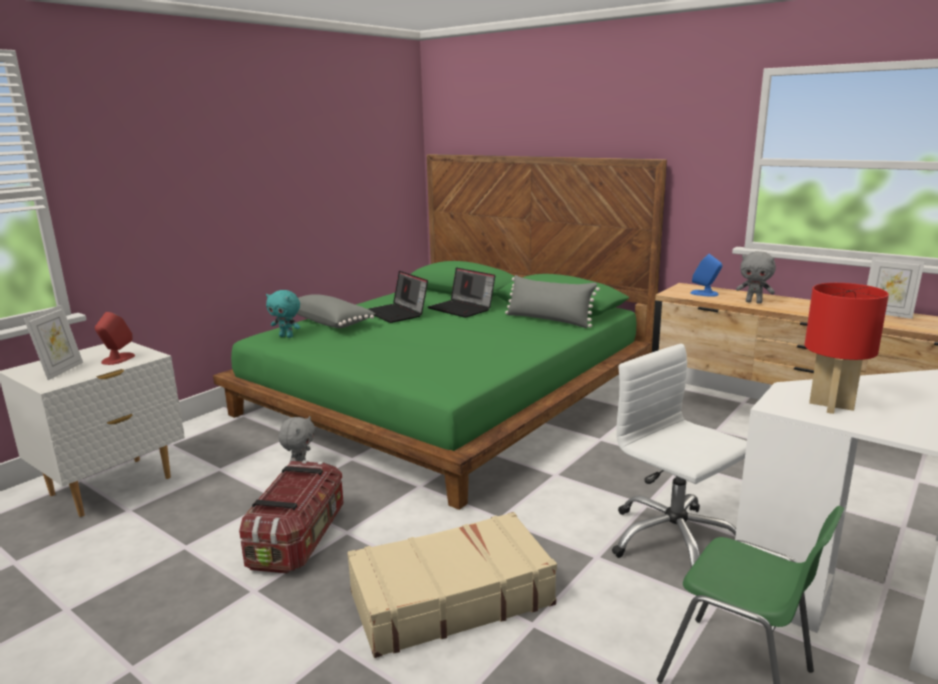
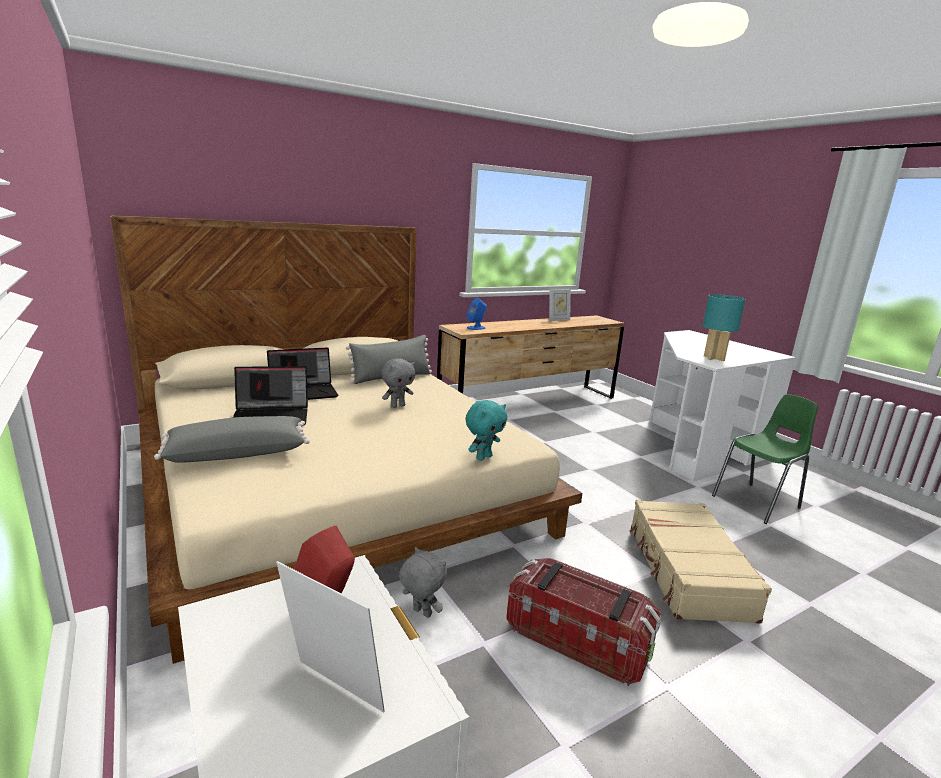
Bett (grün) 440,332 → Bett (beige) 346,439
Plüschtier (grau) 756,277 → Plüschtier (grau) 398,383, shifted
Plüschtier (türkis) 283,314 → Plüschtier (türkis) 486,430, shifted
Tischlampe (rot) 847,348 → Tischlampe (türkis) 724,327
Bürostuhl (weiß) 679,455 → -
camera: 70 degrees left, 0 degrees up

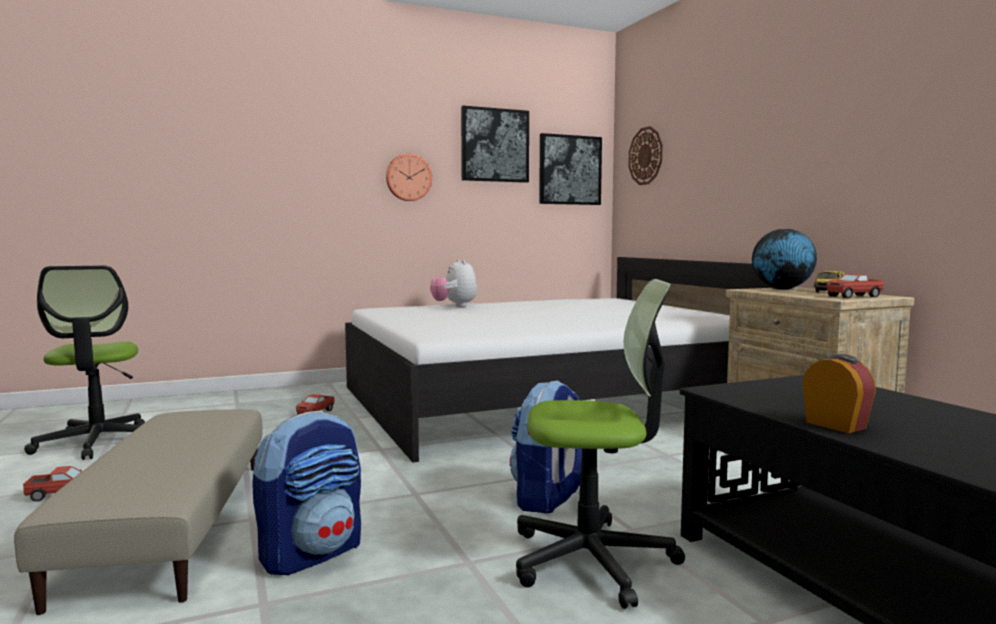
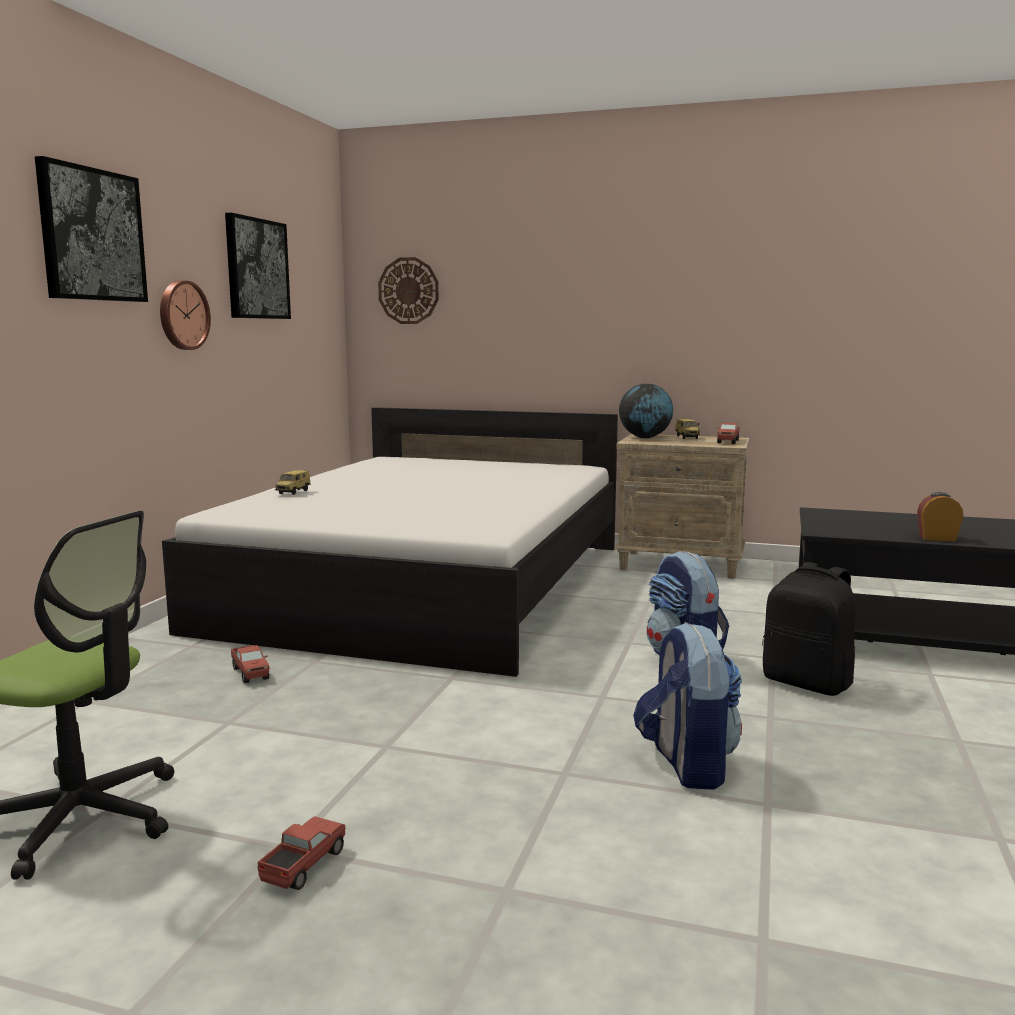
Bild 570,169 → Bild 91,229, shifted
Plüschtier 453,283 → Spielzeugauto 292,482
Bürostuhl 600,444 → Rucksack (schwarz) 808,629
Polsterhocker (beige) 138,512 → -
camera: 50 degrees left, 5 degrees up

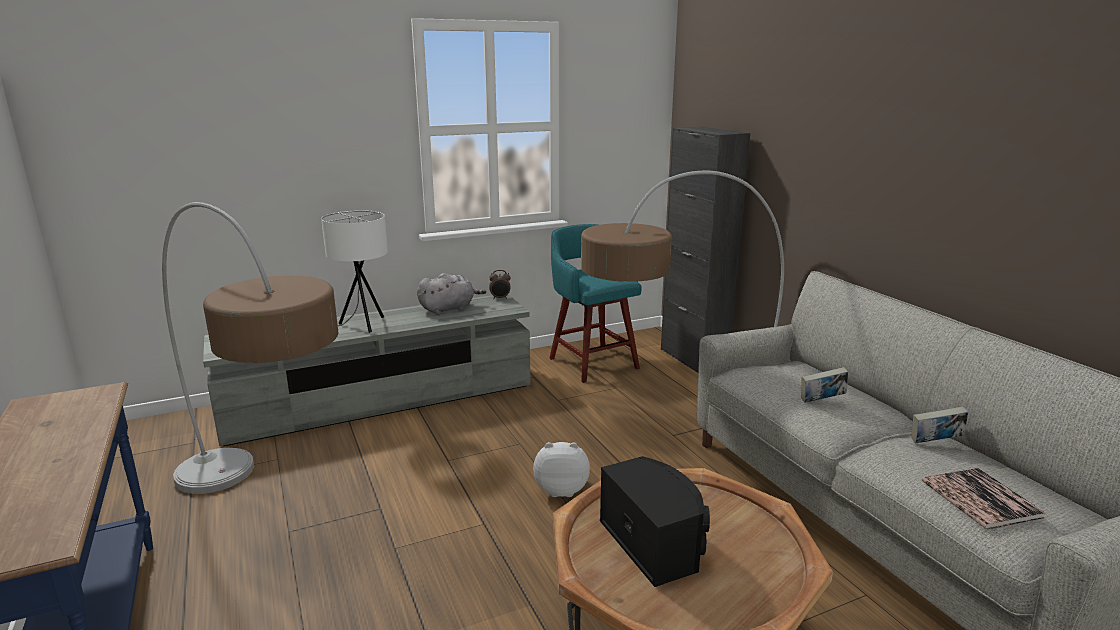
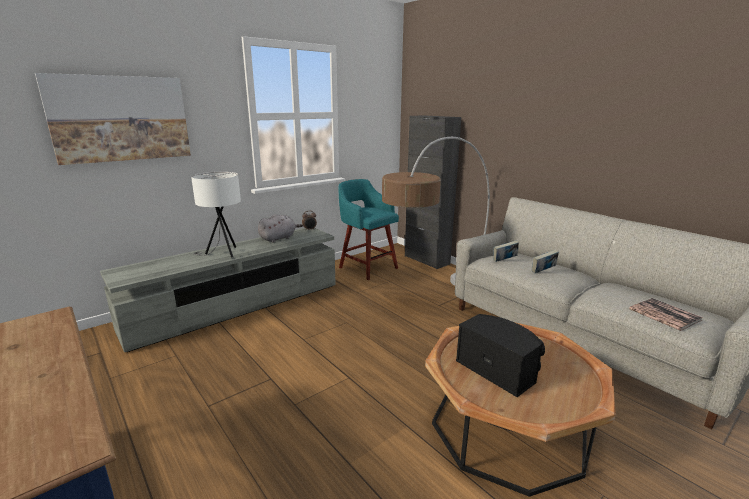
- → Bild 113,119
Buch 939,425 → Buch 506,251, shifted
Stehlampe 250,348 → -
Plüschtier 561,469 → -
camera: 15 degrees left, 0 degrees up

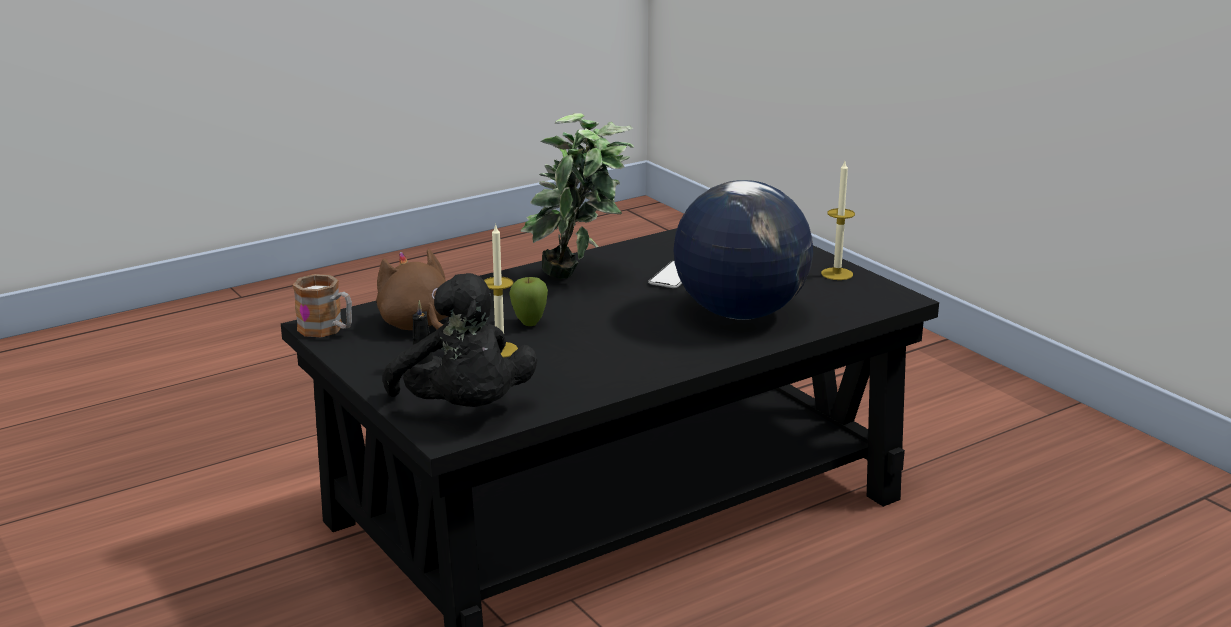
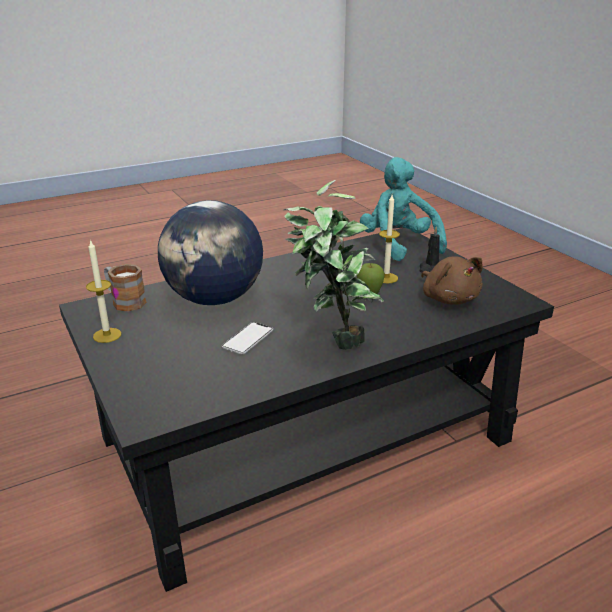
Henkelbecher 322,305 → Henkelbecher 125,288, shifted
Plüschtier (schwarz) 459,340 → Plüschtier (türkis) 403,209
camera: 175 degrees left, 5 degrees up

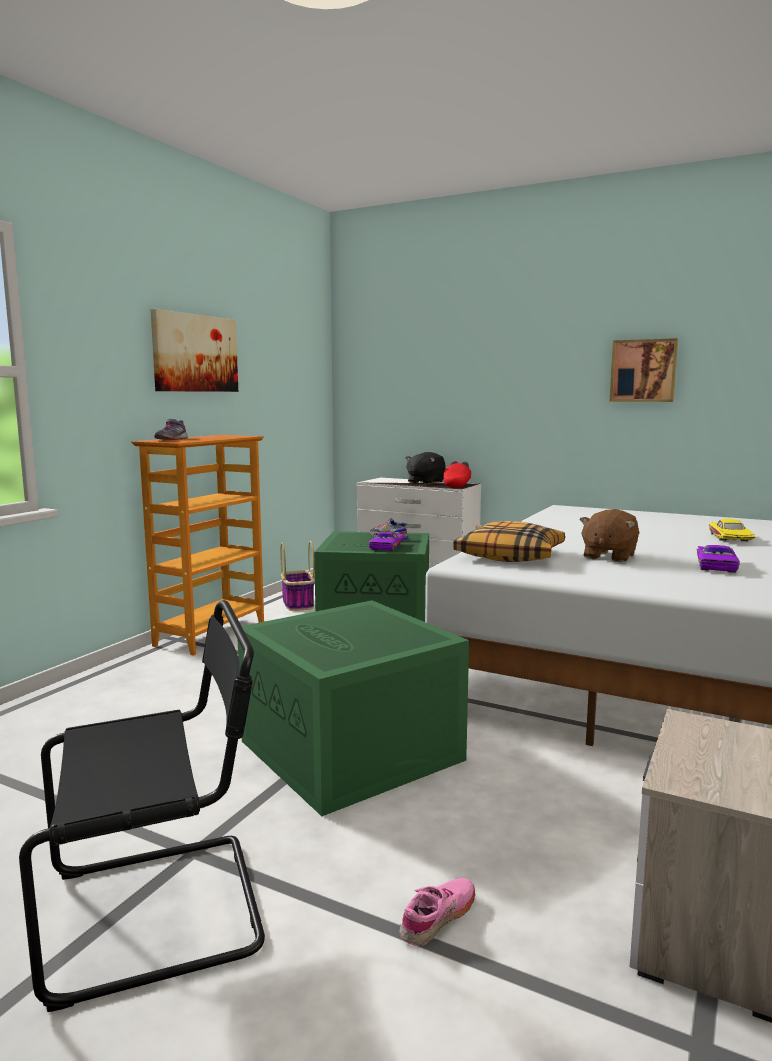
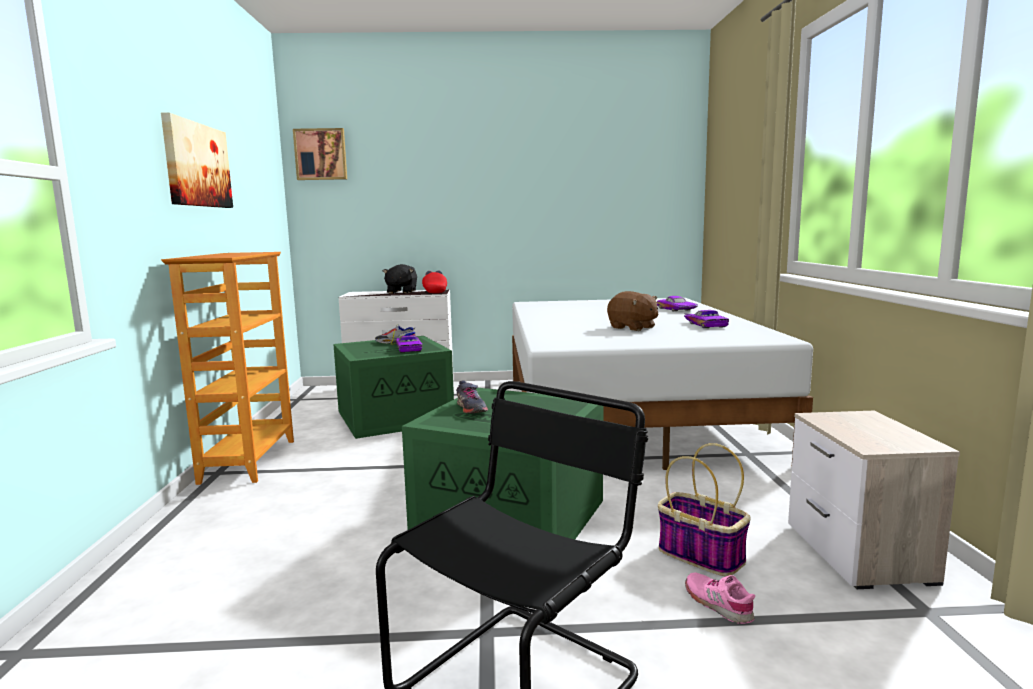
Bild 643,370 → Bild 320,154, shifted
Schuh (grau) 171,429 → Schuh (grau) 472,396, shifted
Plüschtier (braun) 609,535 → Plüschtier (braun) 632,311, 45 degrees counterclockwise
Spielzeugauto (gelb) 732,530 → Spielzeugauto (lila) 677,303
Korb 297,576 → Korb 704,509, shifted
Schuh (rosa) 437,912 → Schuh (rosa) 720,598, 45 degrees counterclockwise
Kissen 509,541 → -
camera: 30 degrees left, 0 degrees up

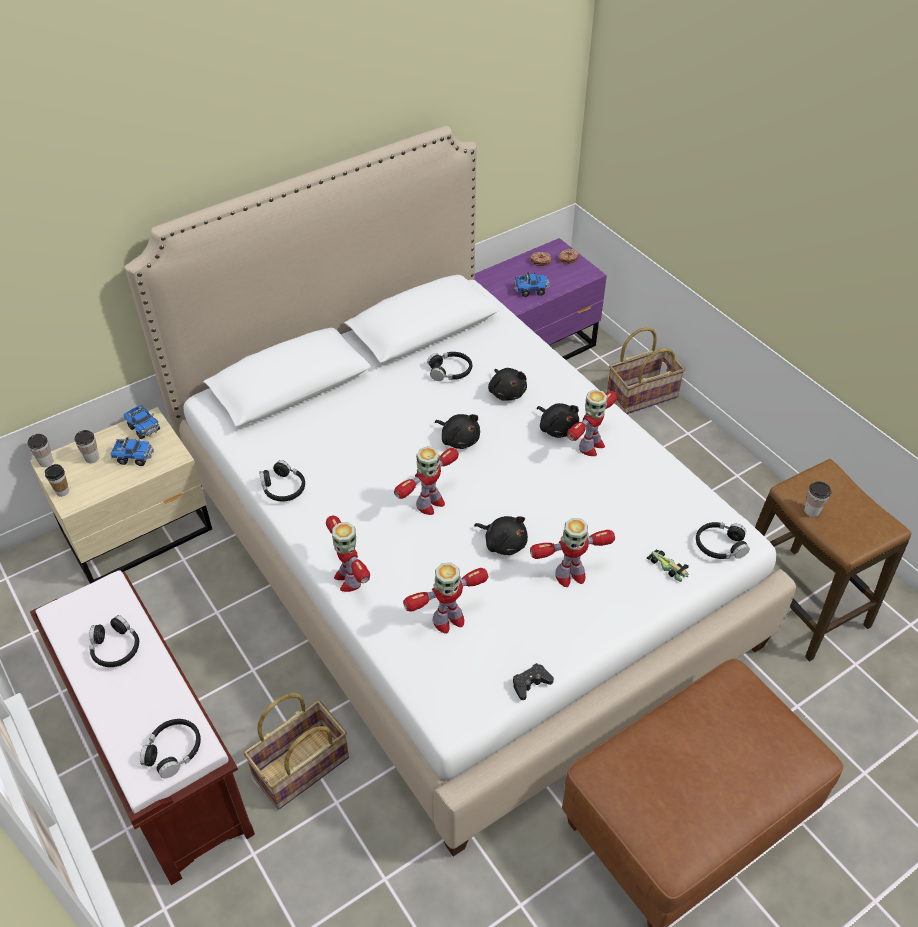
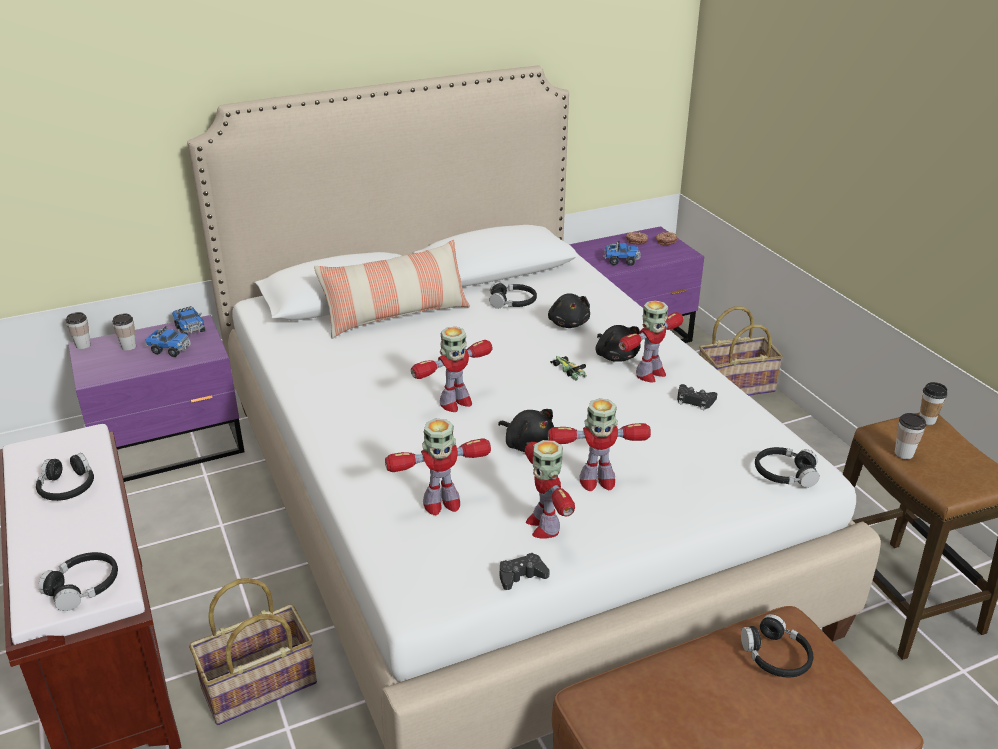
Nachttisch (beige) 121,495 → Nachttisch (lila) 156,398
- → Kissen 392,289
Spielzeugroboter 348,553 → Spielzeugroboter 550,489, shifted
Spielzeugauto 668,566 → Spielzeugauto 568,368, shifted
- → Gamepad (schwarz) 697,397
Kopfhörer (schwarz) 282,481 → Kopfhörer (schwarz) 777,645, shifted
Tasse 57,480 → Tasse 933,403, shifted
Plüschtier (schwarz) 457,431 → -
camera: 10 degrees right, 15 degrees down

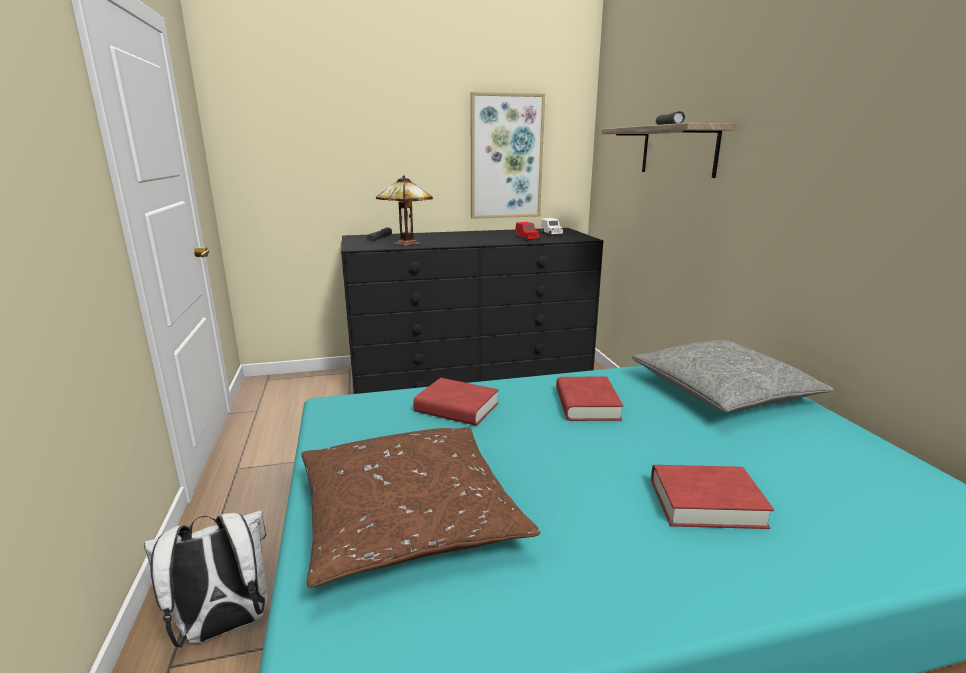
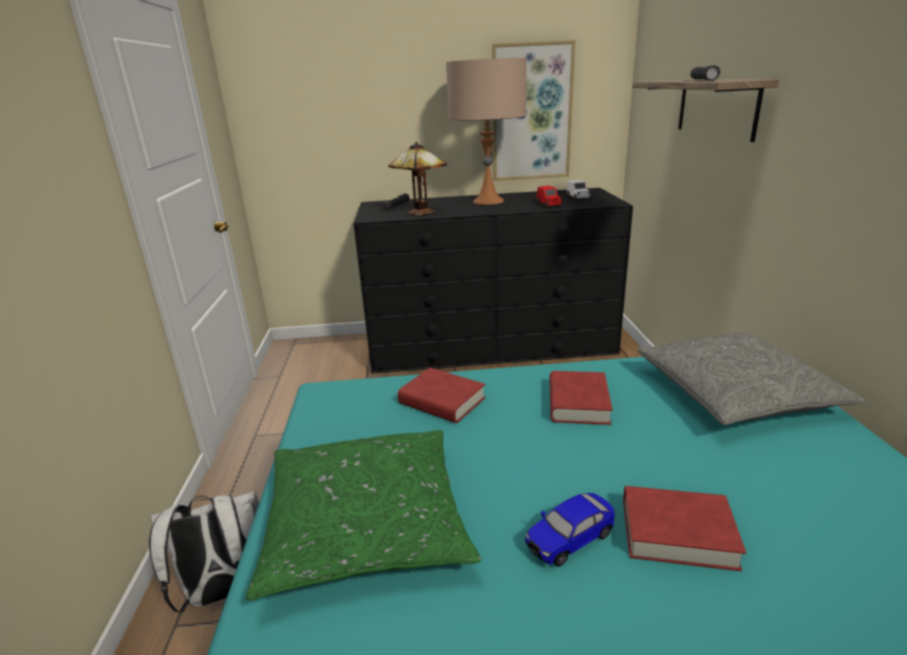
Kissen (braun) 421,507 → Kissen (grün) 363,515
- → Tischlampe (beige) 486,131
- → Spielzeugauto 570,530
camera: 10 degrees right, 5 degrees up

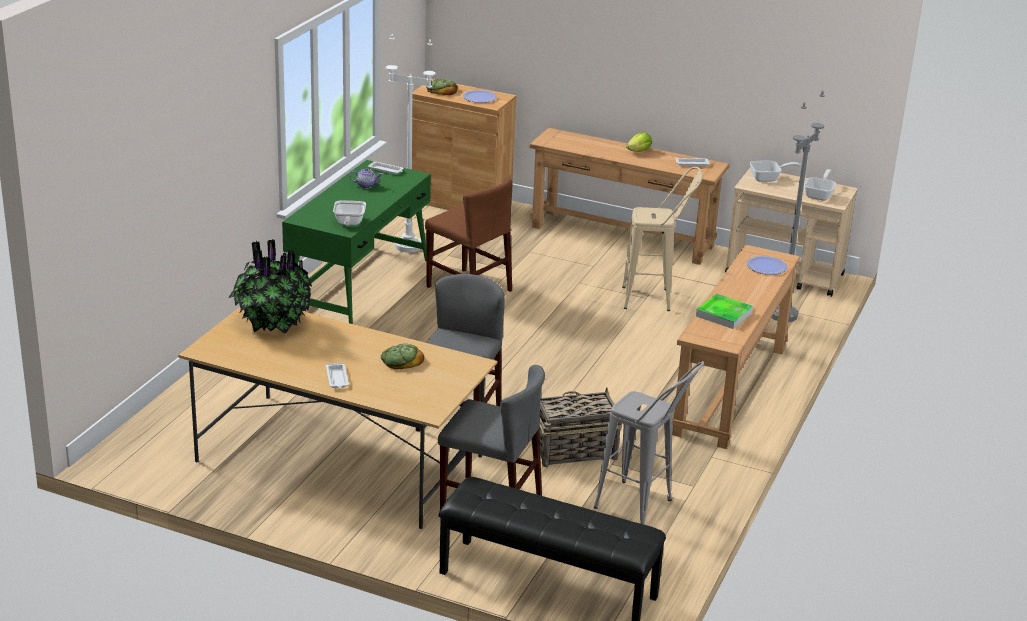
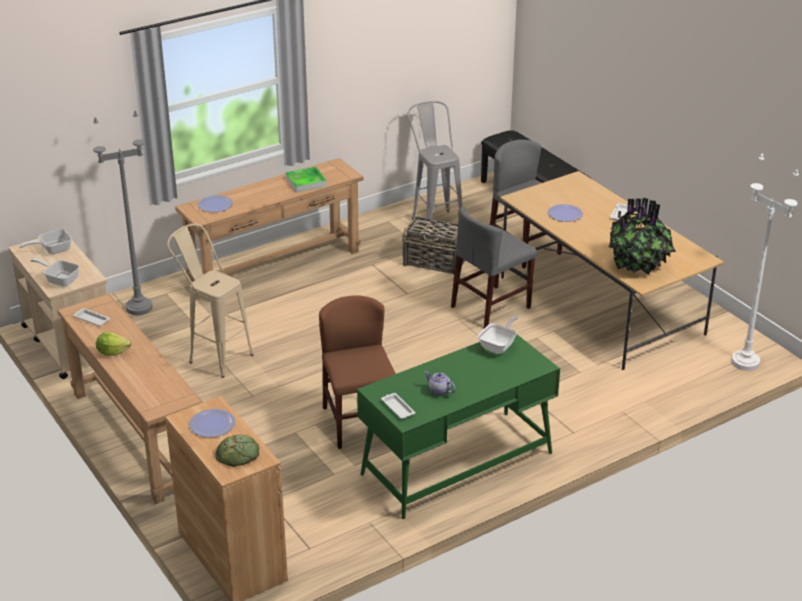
Brot 403,356 → Teller 565,213
Stehlampe (weiß) 410,143 → Stehlampe (weiß) 765,262, shifted
camera: 145 degrees left, 5 degrees up

